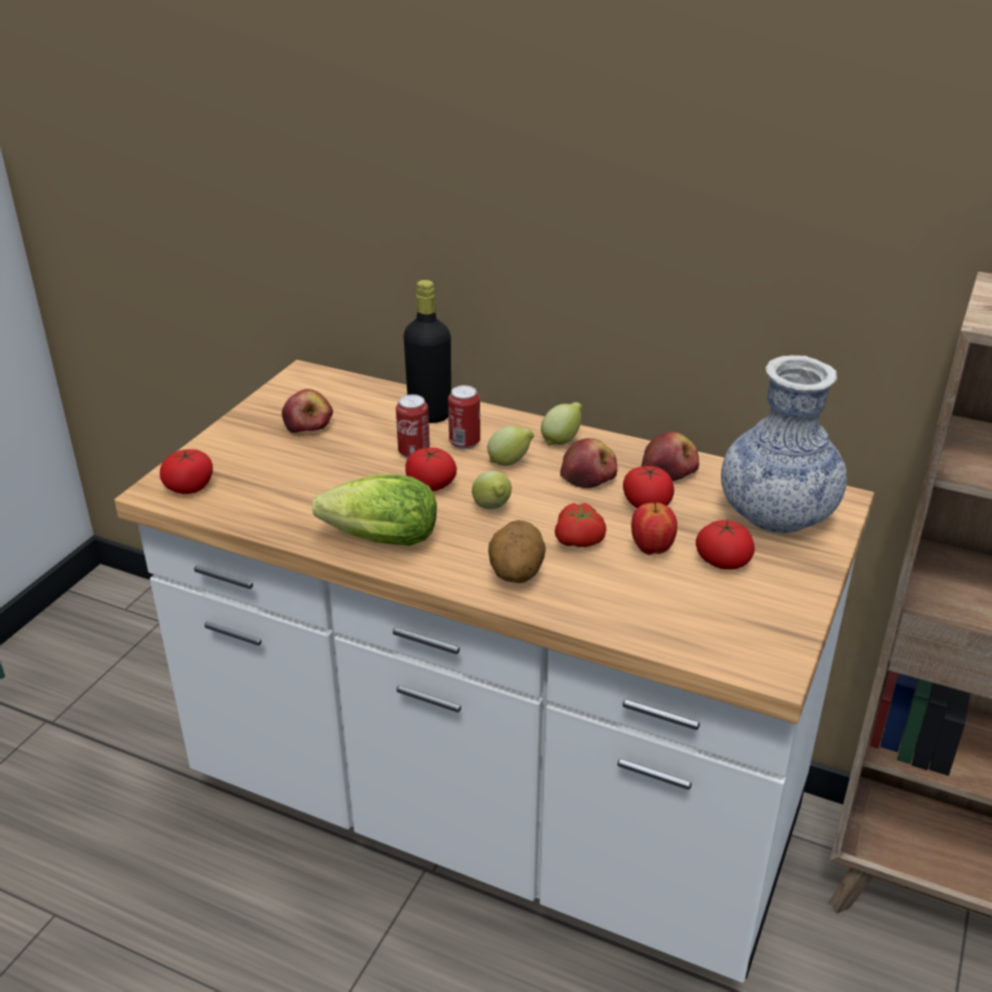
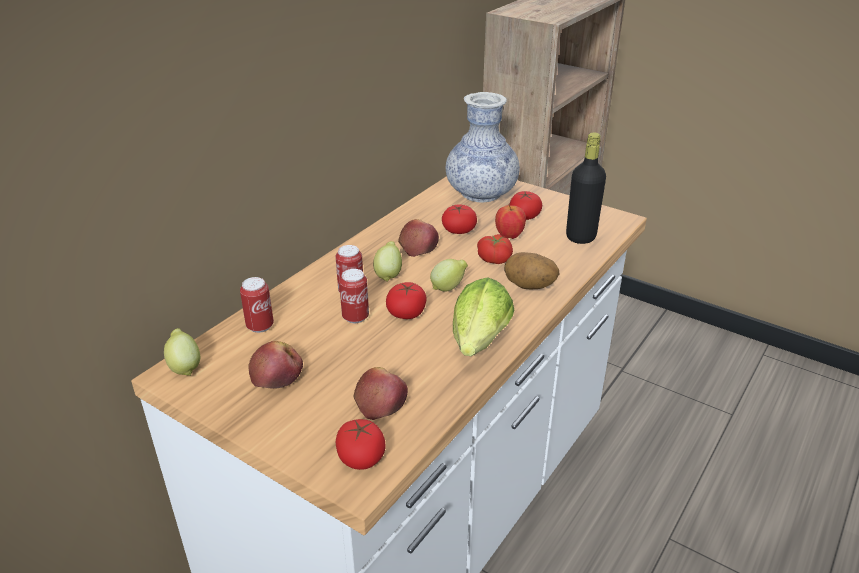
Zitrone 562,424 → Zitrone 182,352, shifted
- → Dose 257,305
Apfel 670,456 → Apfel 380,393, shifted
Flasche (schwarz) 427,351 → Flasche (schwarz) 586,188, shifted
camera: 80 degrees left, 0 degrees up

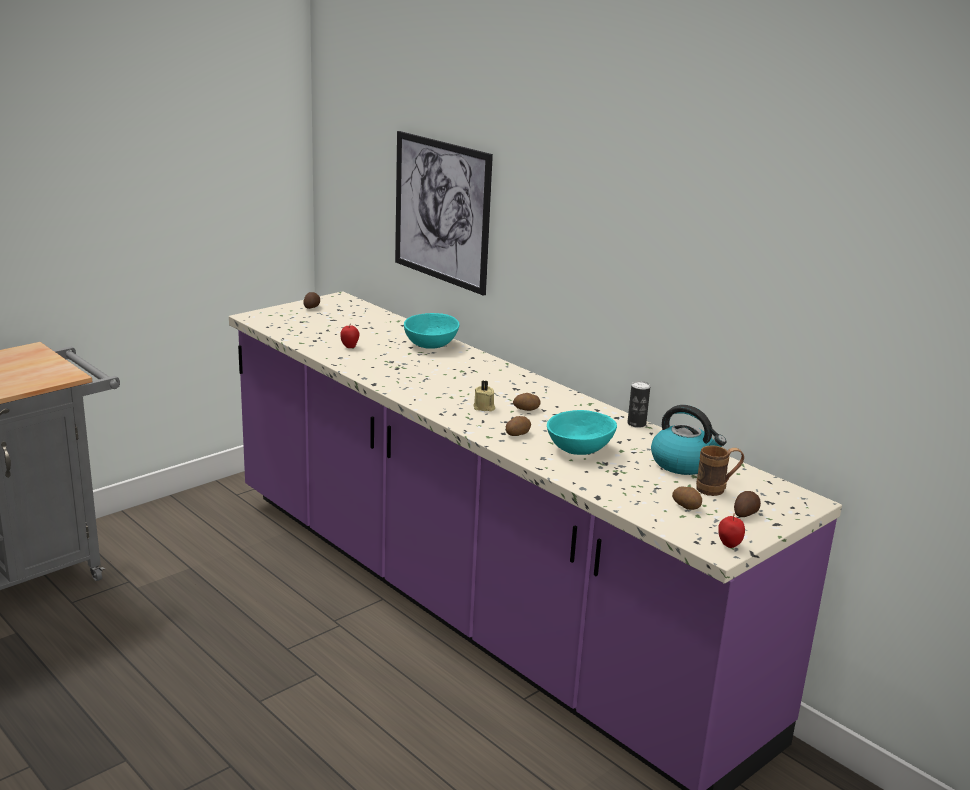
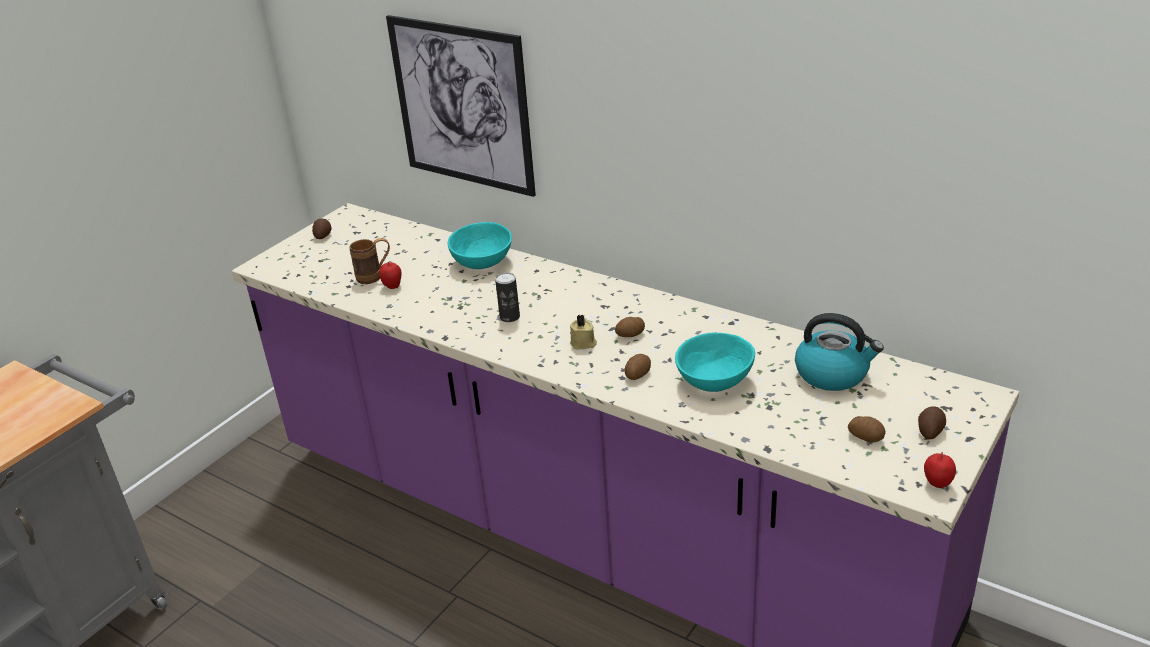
Henkelbecher (braun) 720,470 → Henkelbecher (braun) 370,261, shifted
Dose 638,404 → Dose 507,297, shifted
camera: 10 degrees left, 10 degrees up

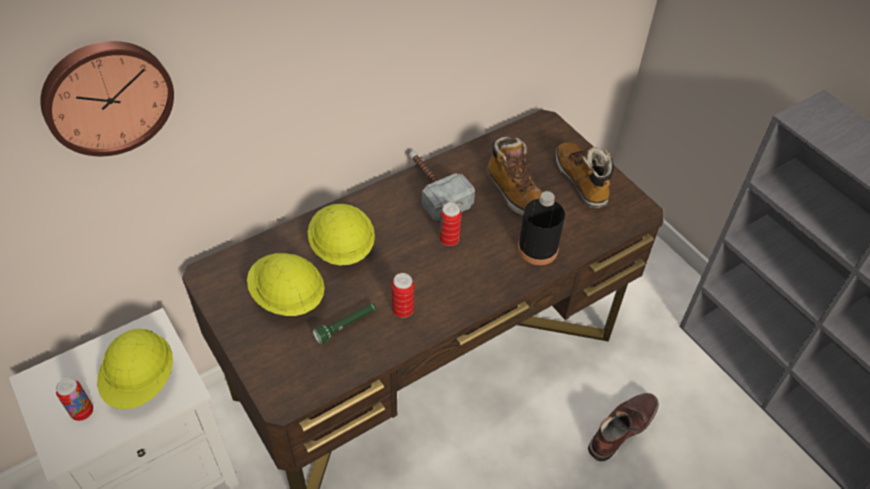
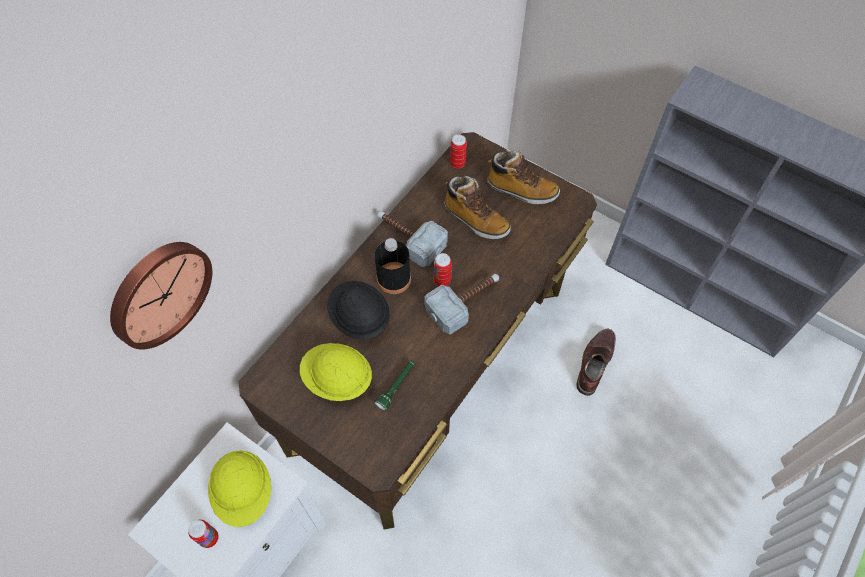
Schutzhelm (gelb) 341,235 → Schutzhelm (schwarz) 358,310
Flasche (schwarz) 541,228 → Flasche (schwarz) 393,266, shifted
- → Hammer 461,304
Dose 403,295 → Dose 458,151, shifted
Stiefel 585,175 → Stiefel 523,176, 150 degrees clockwise
camera: 20 degrees left, 10 degrees up

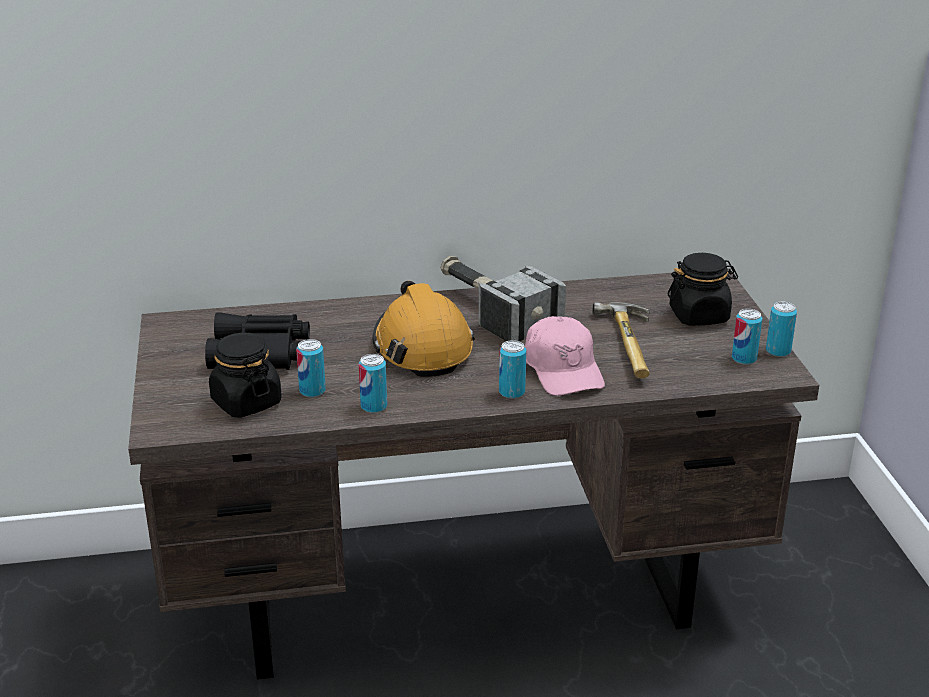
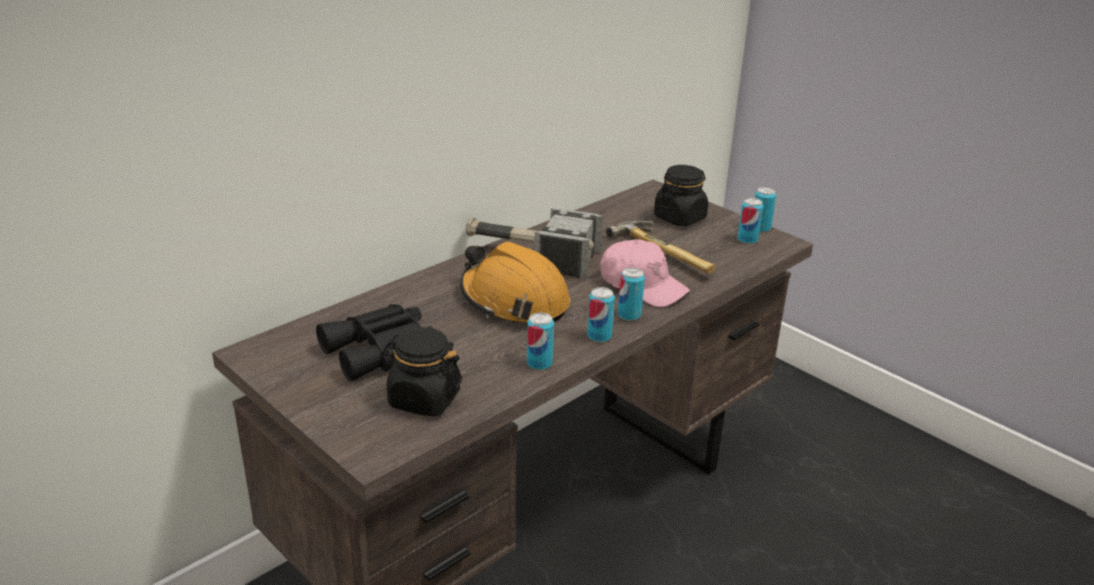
Dose 311,368 → Dose 601,314, shifted
camera: 35 degrees left, 0 degrees up

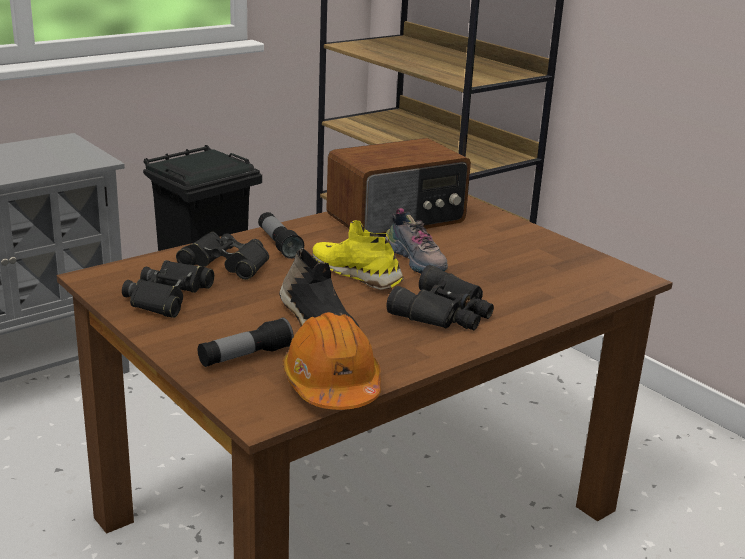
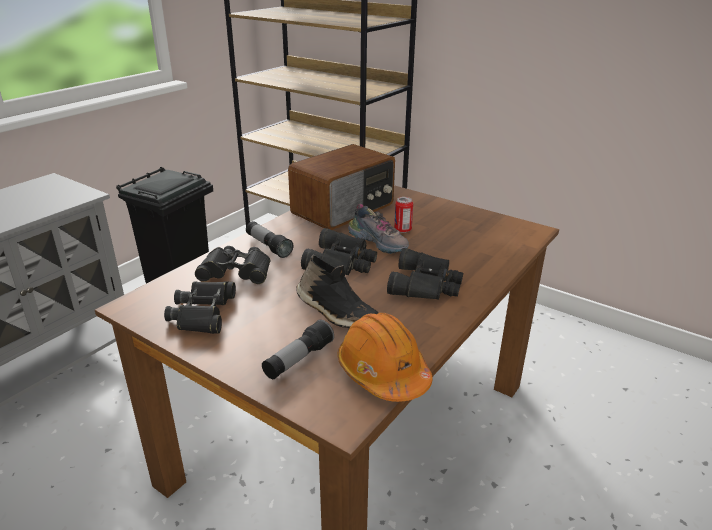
Schuh (gelb) 358,255 → Fernglas (schwarz) 339,251
- → Dose 403,215
camera: 15 degrees left, 5 degrees up

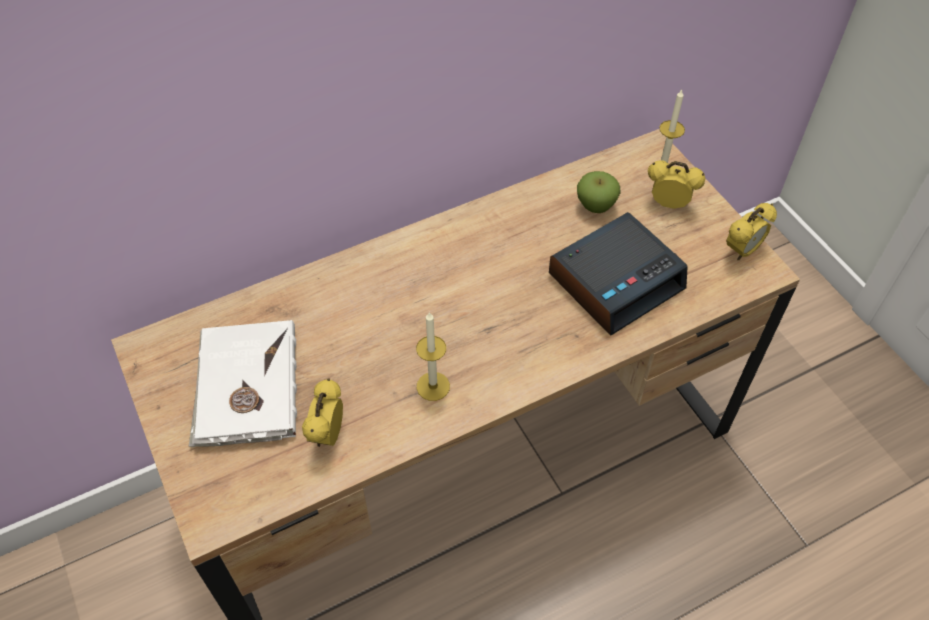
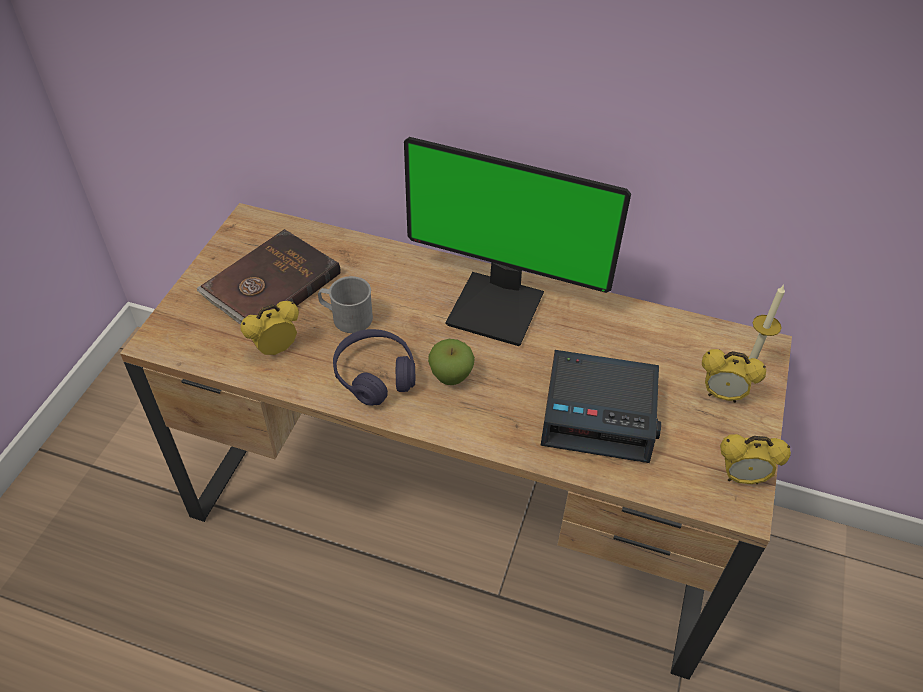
Buch (weiß) 243,383 → Buch (braun) 269,277
- → Henkelbecher (grau) 345,304
Kerze 433,356 → Kopfhörer (lila) 374,367
- → Monitor 517,241
Apfel 599,192 → Apfel 451,362, shifted
Wecker 676,184 → Wecker 734,376, 135 degrees clockwise
camera: 45 degrees right, 5 degrees down

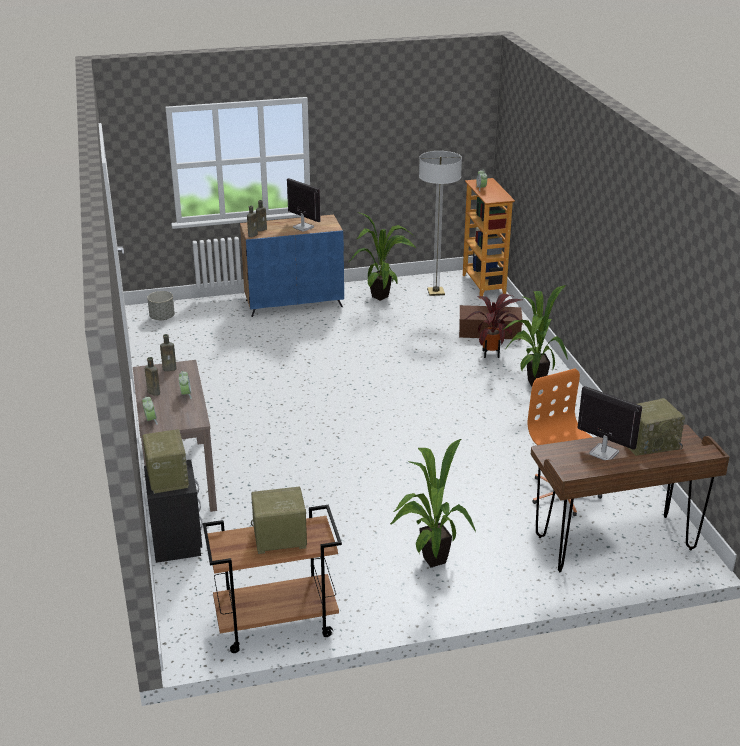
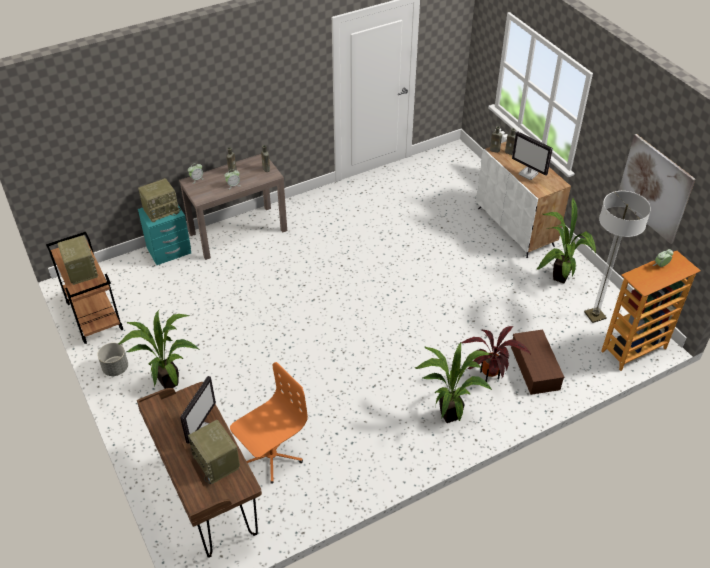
Pflanzkübel (grau) 161,305 → Pflanzkübel (grau) 113,359, shifted
Nachttisch (schwarz) 173,511 → Nachttisch (türkis) 164,235
Schrank (blau) 292,266 → Schrank (weiß) 523,200
Monitor 303,205 → Monitor 532,155, 105 degrees clockwise
- → Bild 657,189
camera: 75 degrees right, 15 degrees up

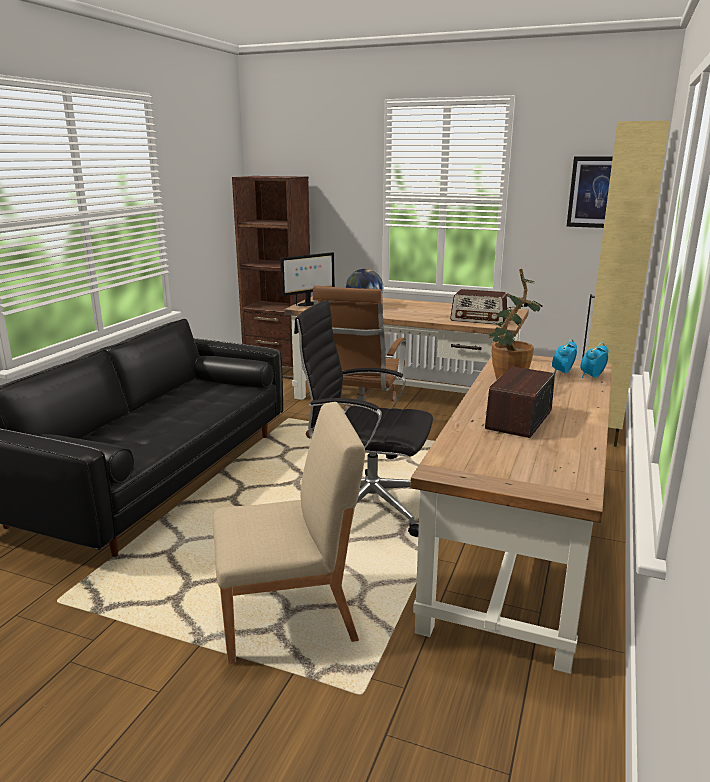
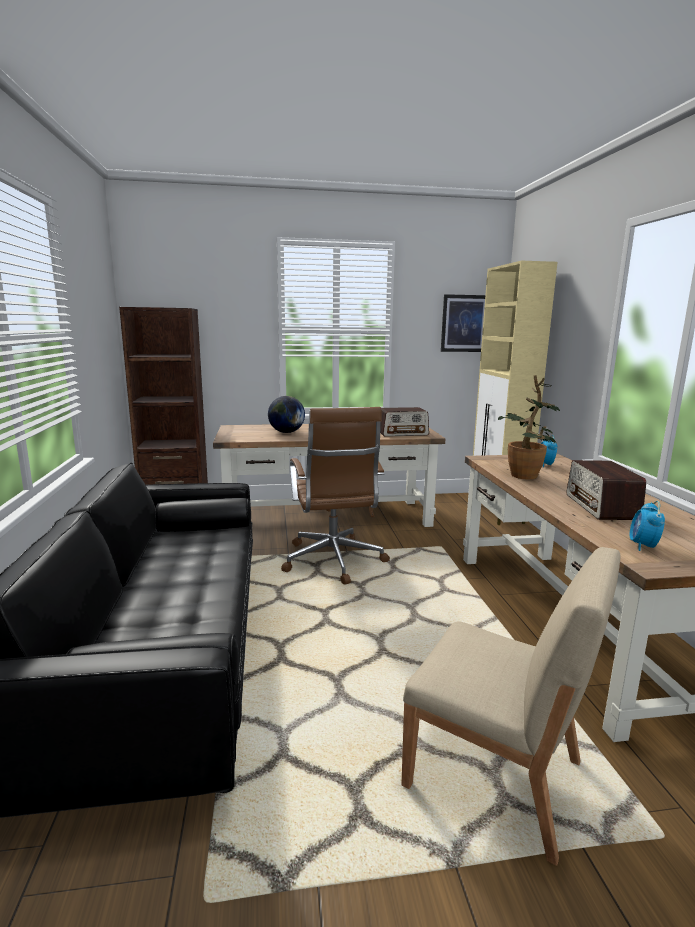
Stuhl (beige) 289,533 → Stuhl (beige) 511,706, 75 degrees clockwise
Wecker 594,360 → Wecker 647,526, shifted
Monitor 307,279 → -
Bürostuhl (schwarz) 363,418 → -
camera: 30 degrees left, 5 degrees down

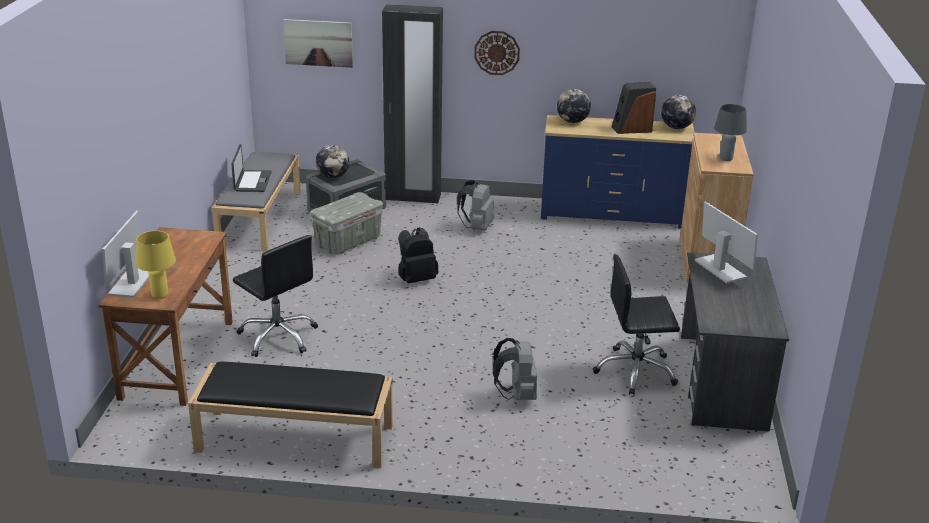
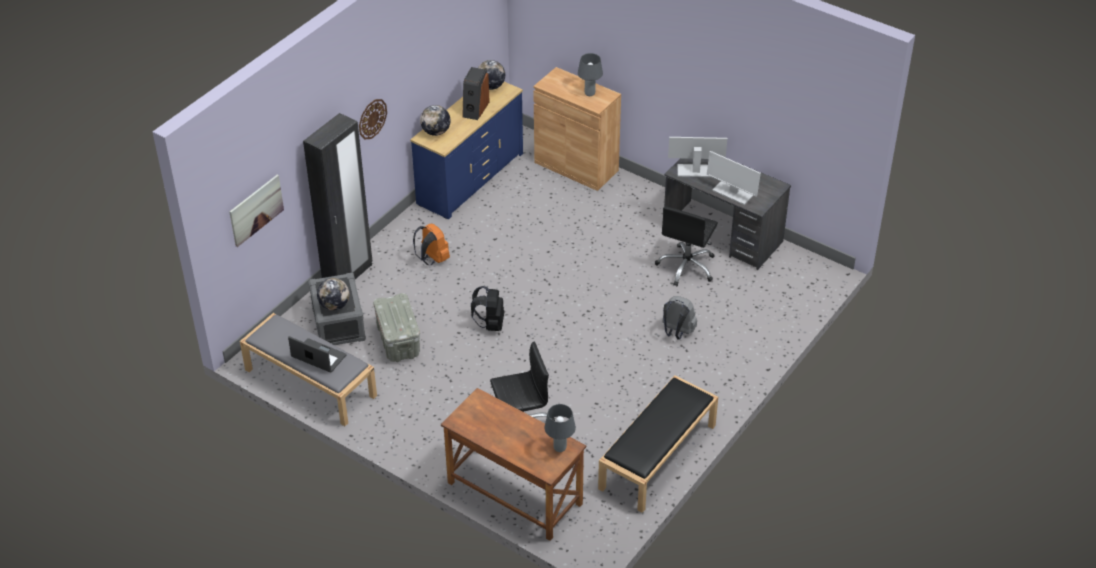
Rucksack (grau) 475,205 → Rucksack (orange) 431,244
Tischlampe (gelb) 155,265 → Tischlampe (grau) 560,428
Monitor 125,254 → Monitor 734,178, shifted
camera: 60 degrees left, 15 degrees up

